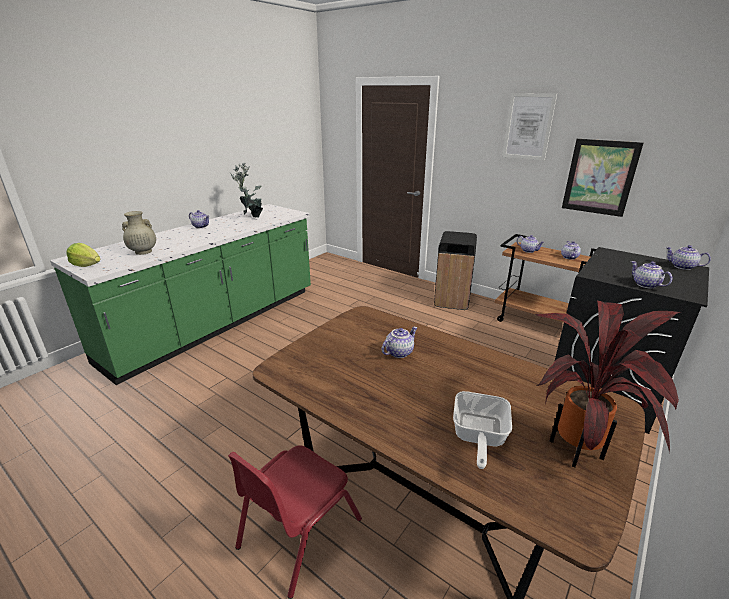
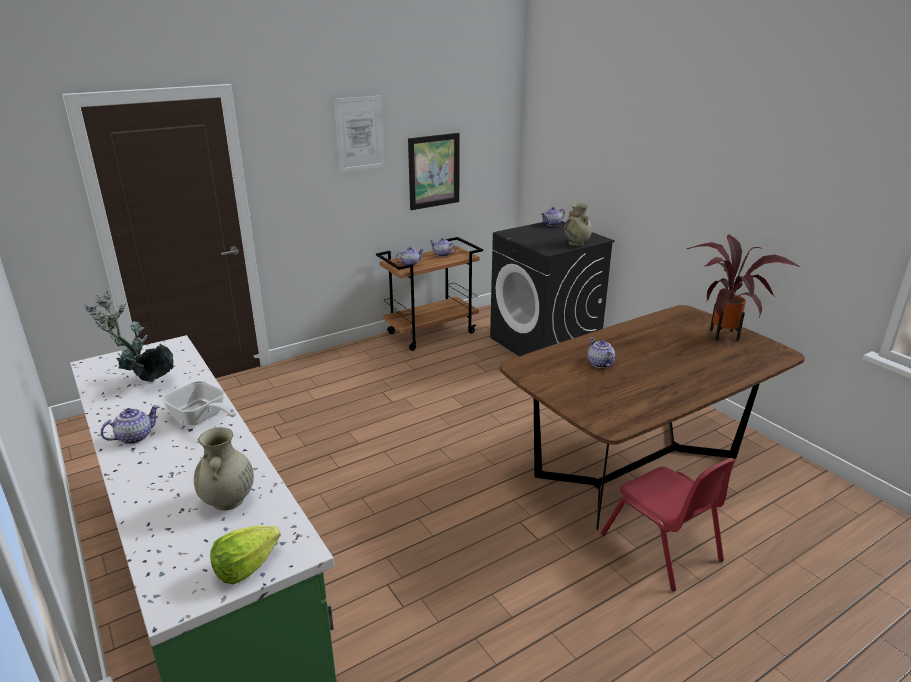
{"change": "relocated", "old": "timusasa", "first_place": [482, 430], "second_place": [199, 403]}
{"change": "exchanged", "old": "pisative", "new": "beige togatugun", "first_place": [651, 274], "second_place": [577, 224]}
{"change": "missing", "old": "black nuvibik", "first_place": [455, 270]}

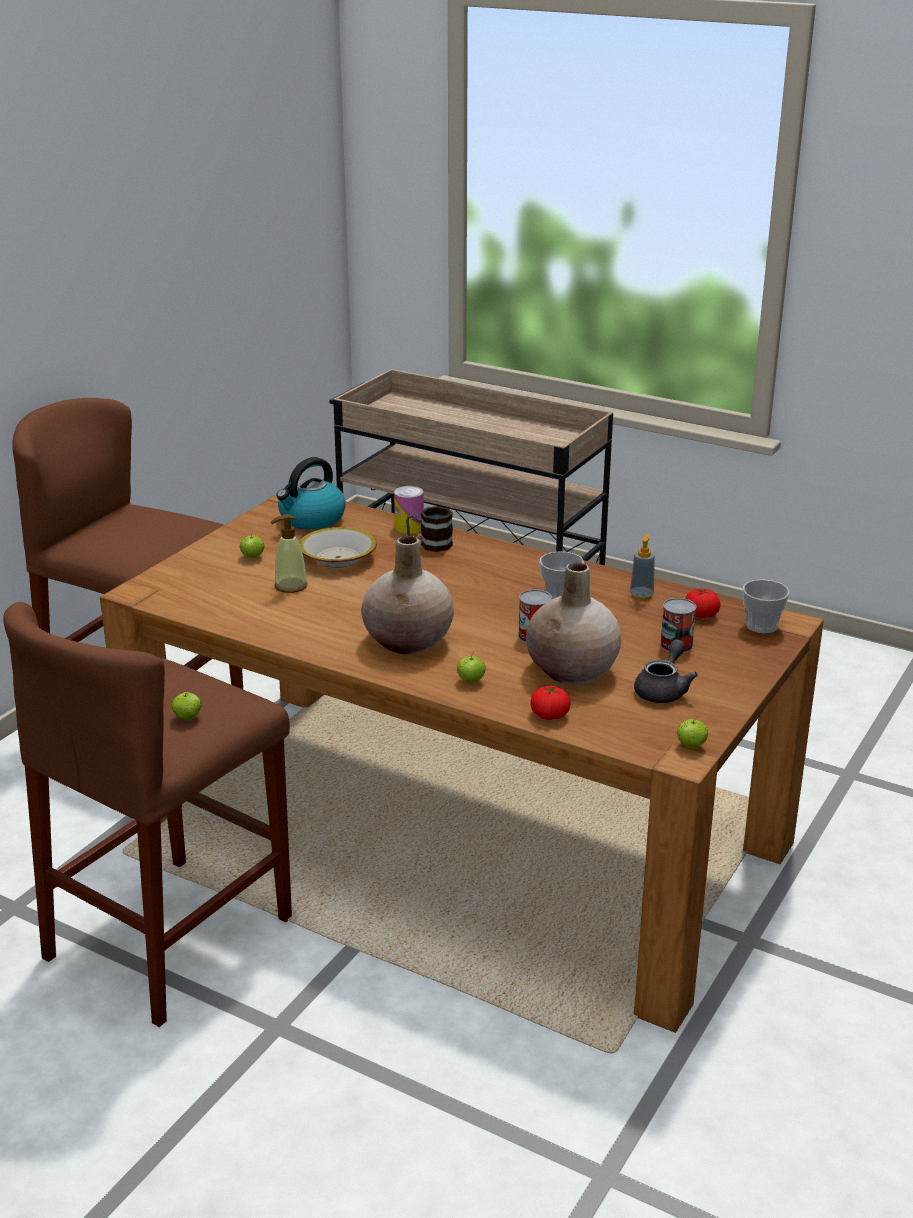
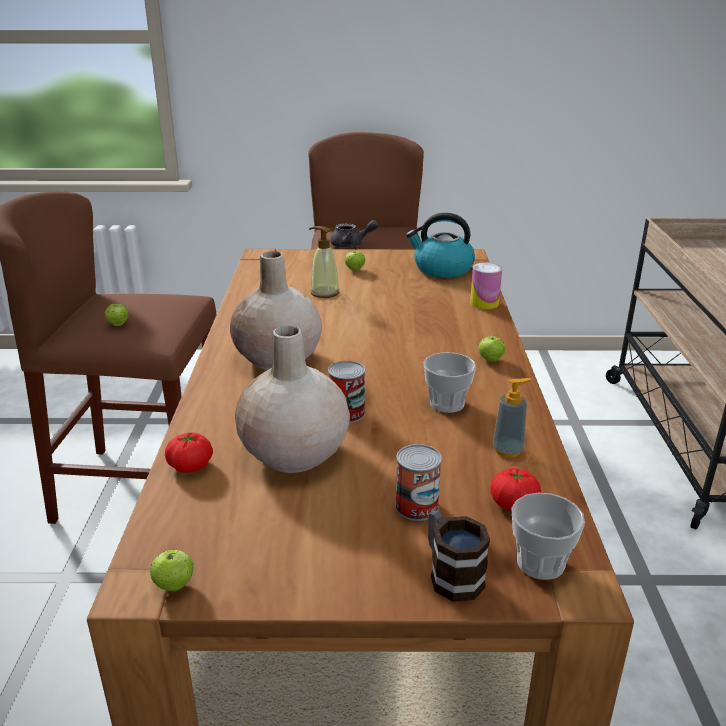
{"change": "relocated", "old": "grey pisative", "first_place": [666, 671], "second_place": [354, 234]}
{"change": "relocated", "old": "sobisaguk", "first_place": [429, 529], "second_place": [459, 556]}
{"change": "relocated", "old": "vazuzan", "first_place": [471, 668], "second_place": [491, 348]}
{"change": "missing", "old": "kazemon", "first_place": [338, 547]}

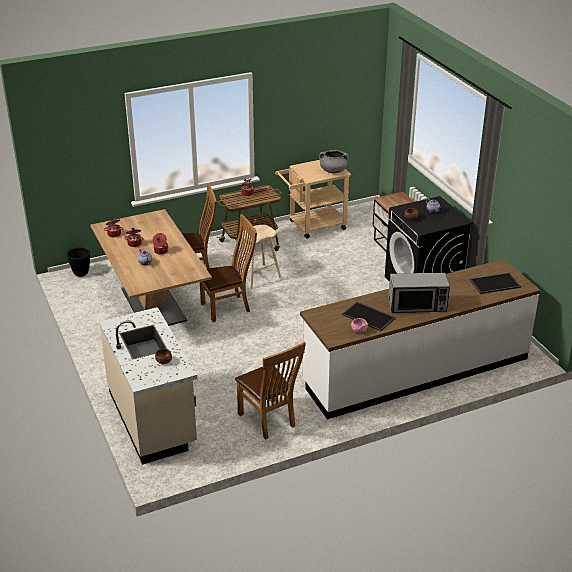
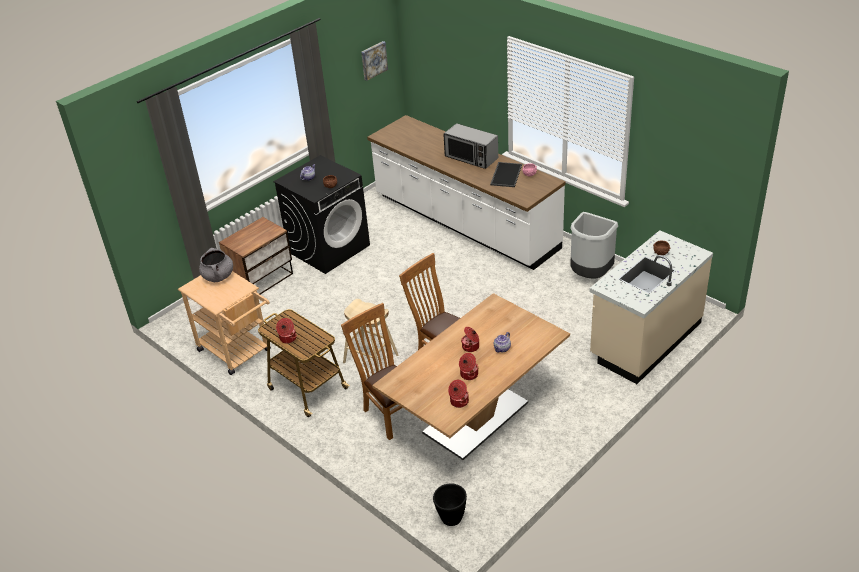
{"change": "appeared", "new": "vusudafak", "second_place": [374, 61]}
{"change": "spun", "old": "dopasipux", "first_place": [419, 293], "second_place": [470, 146], "degrees": 150}
{"change": "exchanged", "old": "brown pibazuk", "new": "grey nuvibik", "first_place": [270, 391], "second_place": [594, 245]}
{"change": "missing", "old": "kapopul", "first_place": [495, 283]}

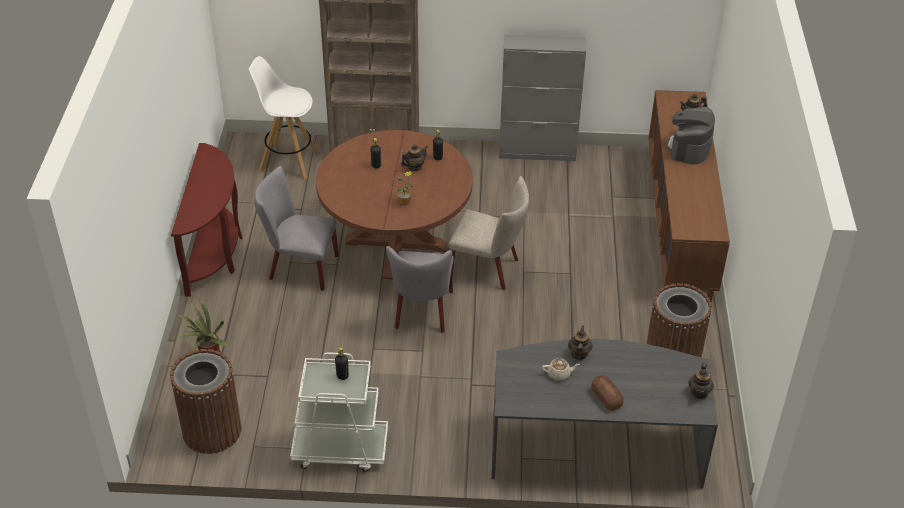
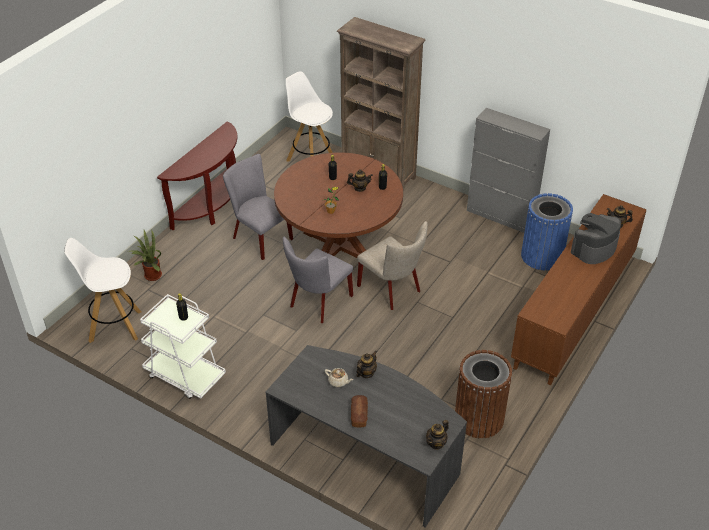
{"change": "exchanged", "old": "brown nuvibik", "new": "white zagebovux", "first_place": [205, 401], "second_place": [102, 290]}
{"change": "appeared", "new": "blue nuvibik", "second_place": [547, 231]}

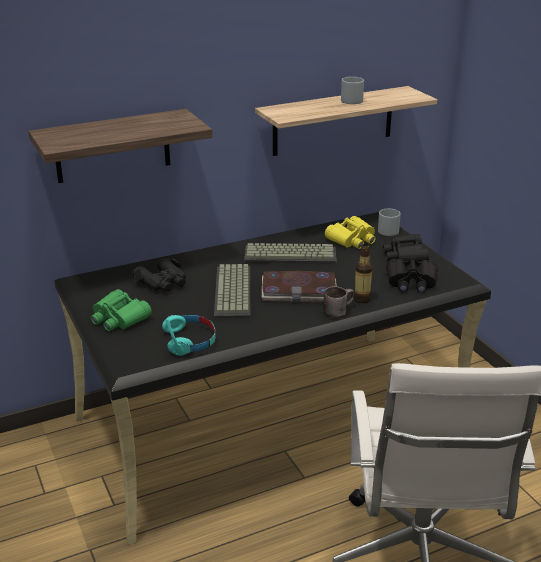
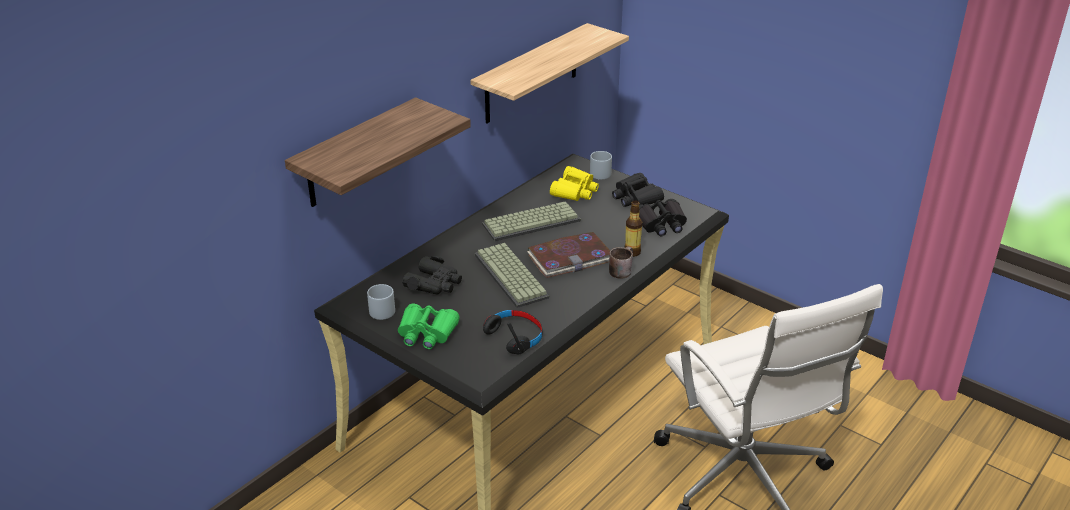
{"change": "relocated", "old": "grey sobisaguk", "first_place": [352, 90], "second_place": [381, 302]}
{"change": "colour", "old": "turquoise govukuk", "new": "black govukuk", "first_place": [189, 335], "second_place": [513, 332]}

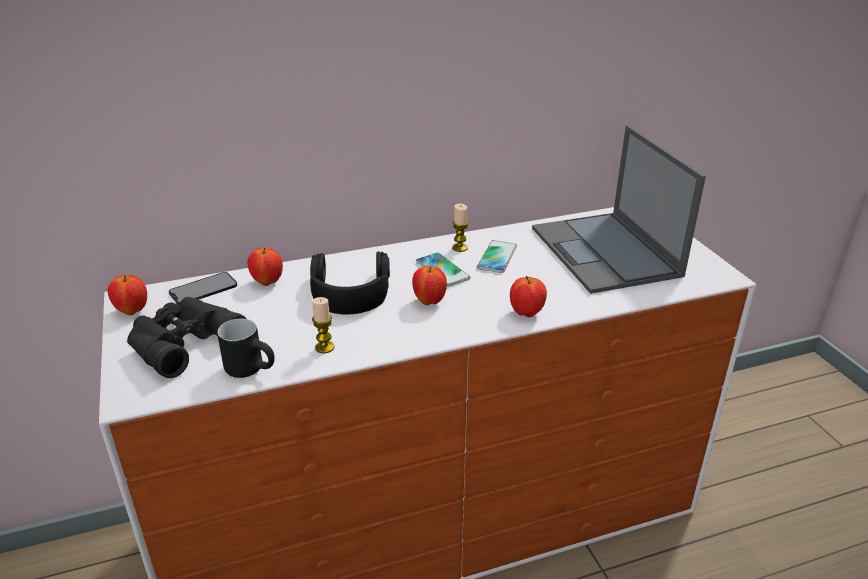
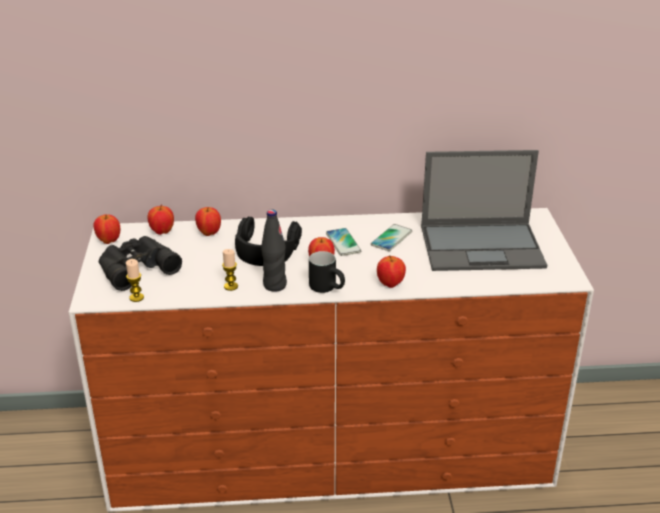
{"change": "relocated", "old": "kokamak", "first_place": [460, 227], "second_place": [135, 280]}
{"change": "exchanged", "old": "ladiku", "new": "vazuzan", "first_place": [203, 288], "second_place": [160, 220]}
{"change": "appeared", "new": "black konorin", "second_place": [274, 251]}
{"change": "relocated", "old": "black sobisaguk", "first_place": [246, 348], "second_place": [327, 272]}
{"change": "spun", "old": "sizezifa", "first_place": [619, 209], "second_place": [484, 210], "degrees": -90}

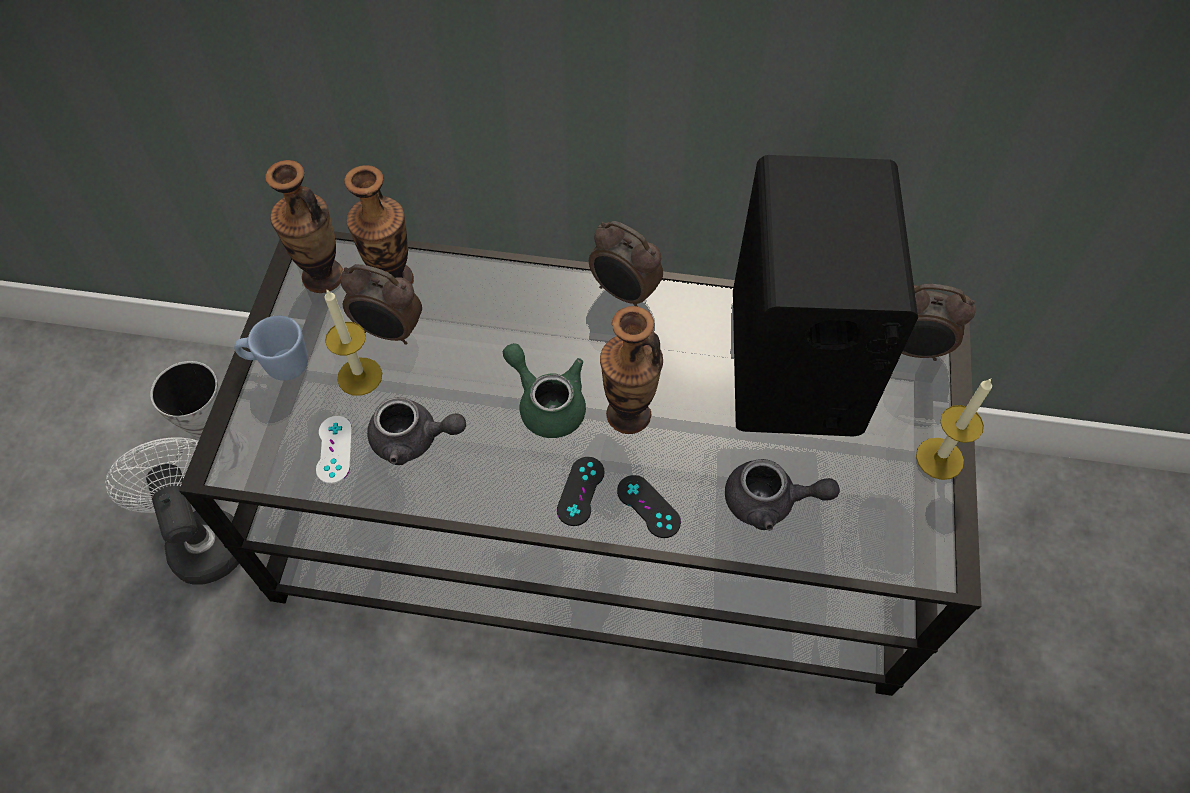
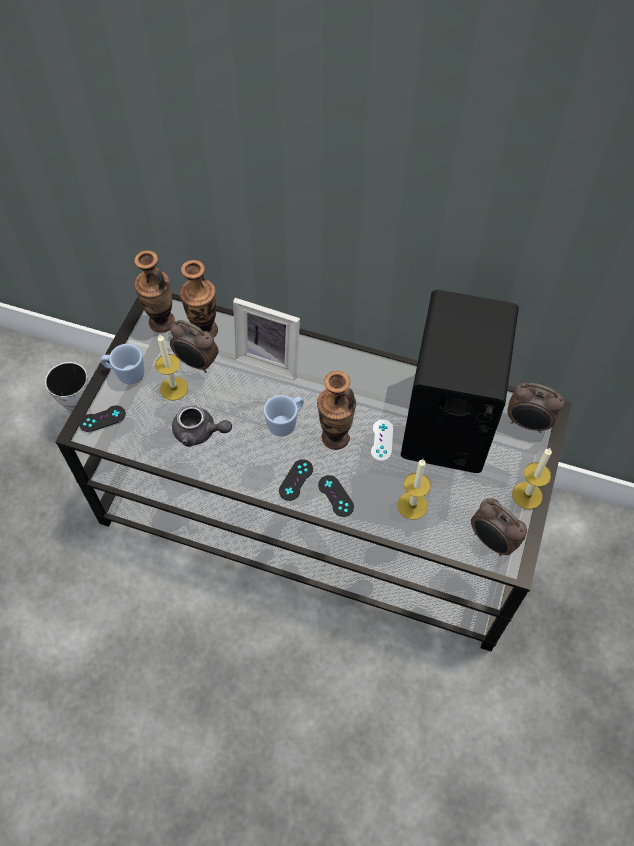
{"change": "appeared", "new": "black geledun", "second_place": [102, 418]}
{"change": "appeared", "new": "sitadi", "second_place": [266, 339]}
{"change": "exchanged", "old": "green pisative", "new": "blue sobisaguk", "first_place": [544, 390], "second_place": [284, 416]}
{"change": "relocated", "old": "white geledun", "first_place": [334, 450], "second_place": [382, 440]}
{"change": "exchanged", "old": "grey pisative", "new": "kokamak", "first_place": [782, 495], "second_place": [414, 489]}
{"change": "relocated", "old": "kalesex", "first_place": [626, 263], "second_place": [499, 527]}
{"change": "missing", "old": "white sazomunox", "first_place": [172, 511]}

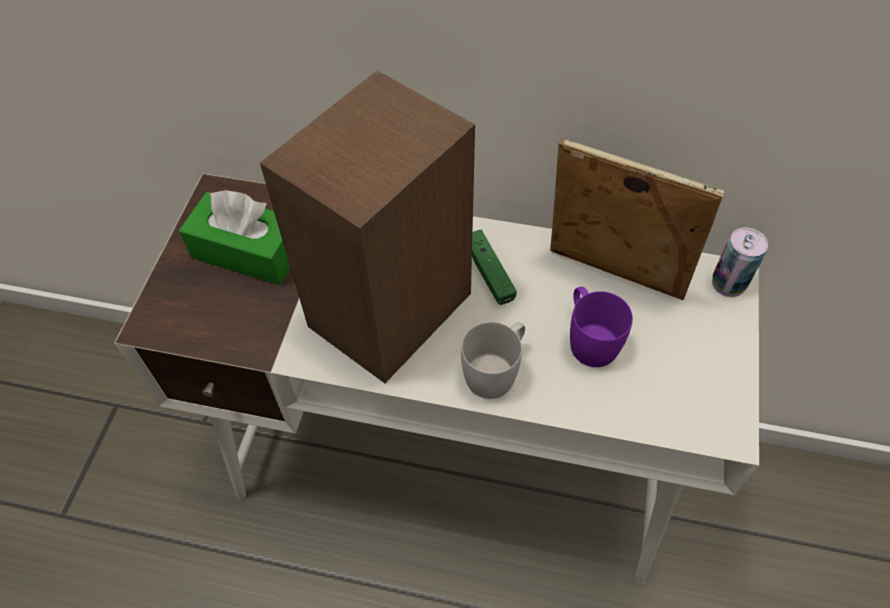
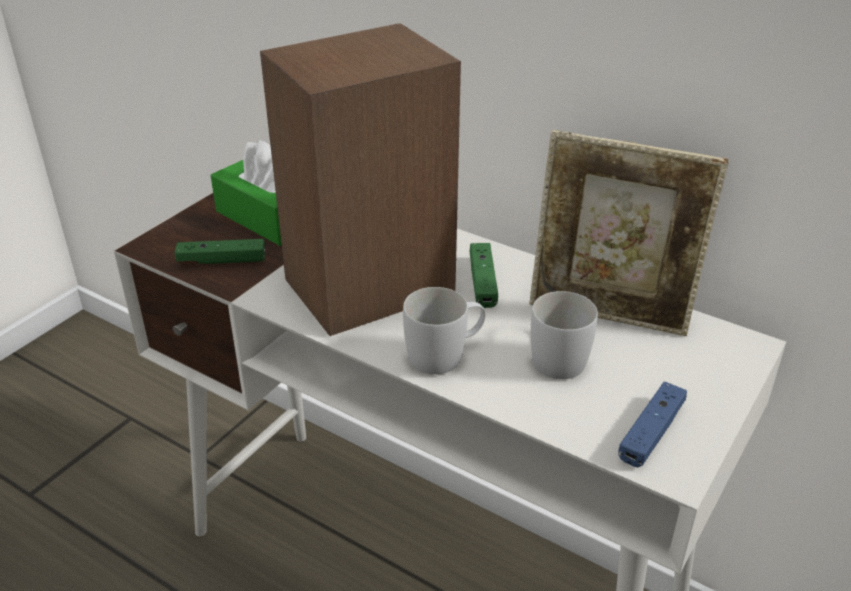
{"change": "appeared", "new": "green geledun", "second_place": [220, 251]}
{"change": "spun", "old": "sitadi", "first_place": [637, 219], "second_place": [629, 233], "degrees": 150}
{"change": "colour", "old": "purple sobisaguk", "new": "white sobisaguk", "first_place": [601, 327], "second_place": [564, 335]}
{"change": "appeared", "new": "blue geledun", "second_place": [652, 425]}
{"change": "missing", "old": "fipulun", "first_place": [740, 262]}

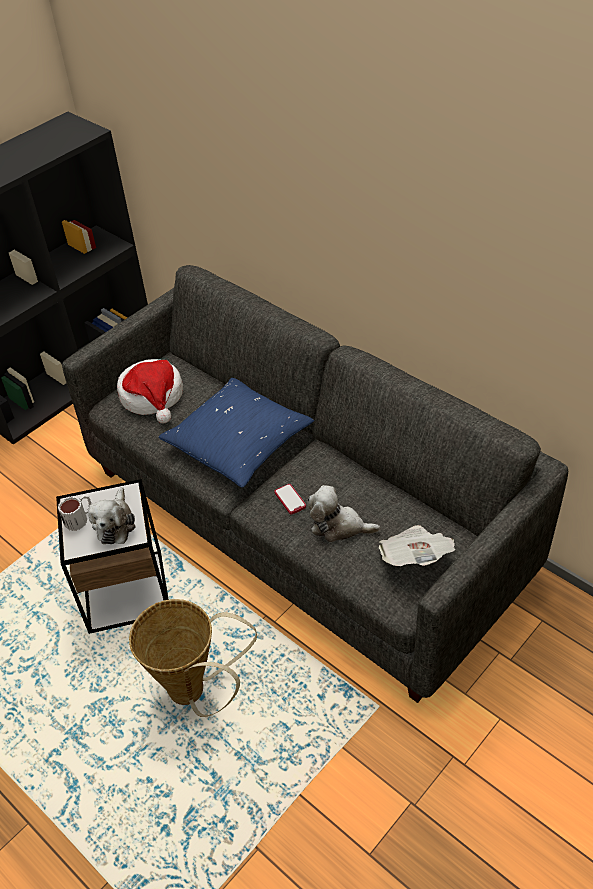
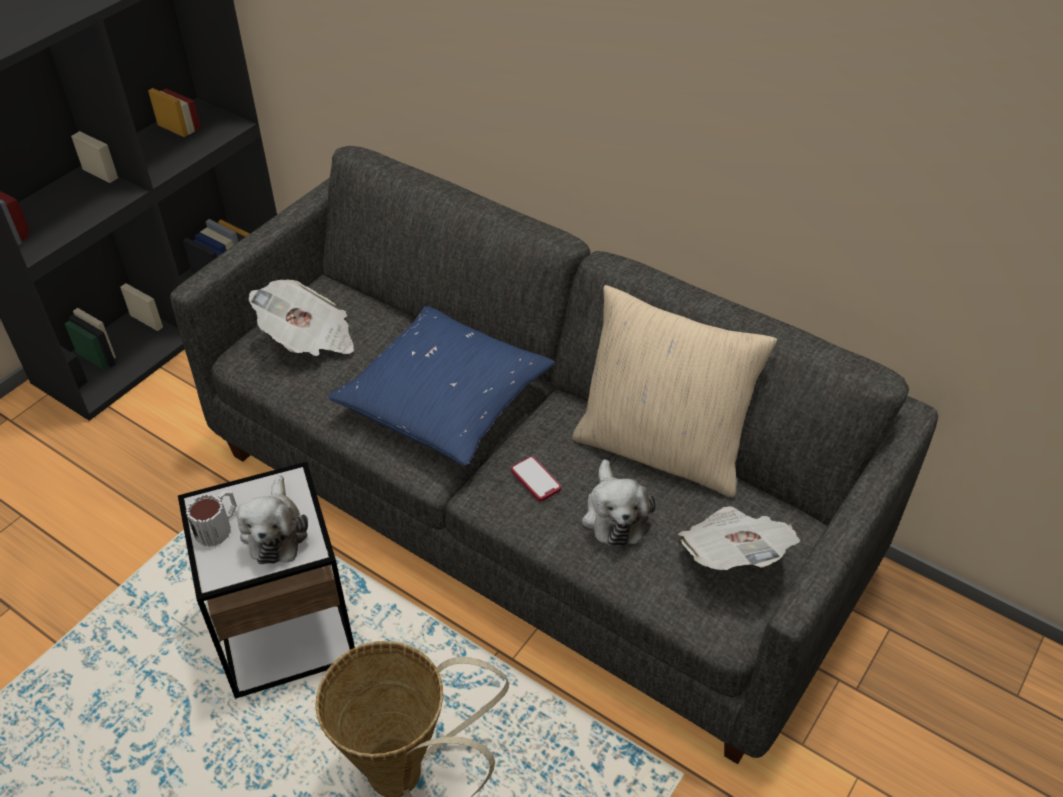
{"change": "exchanged", "old": "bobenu", "new": "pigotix", "first_place": [150, 391], "second_place": [301, 318]}
{"change": "appeared", "new": "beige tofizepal", "second_place": [674, 391]}
{"change": "spun", "old": "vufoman", "first_place": [343, 513], "second_place": [619, 503], "degrees": -105}

